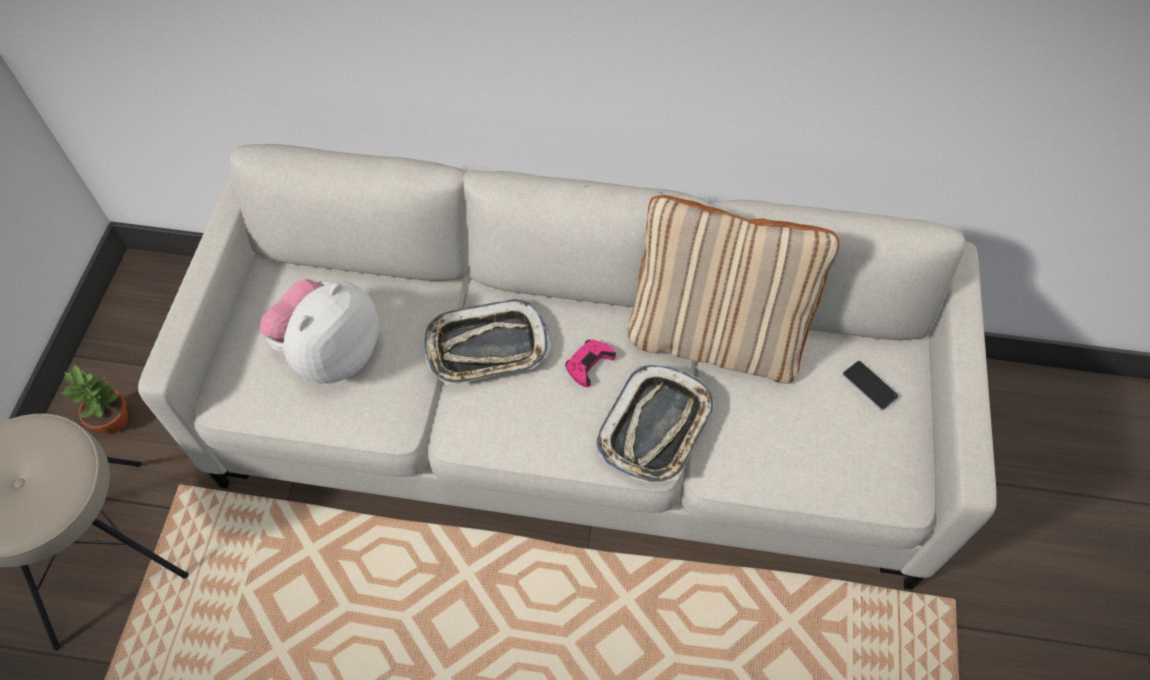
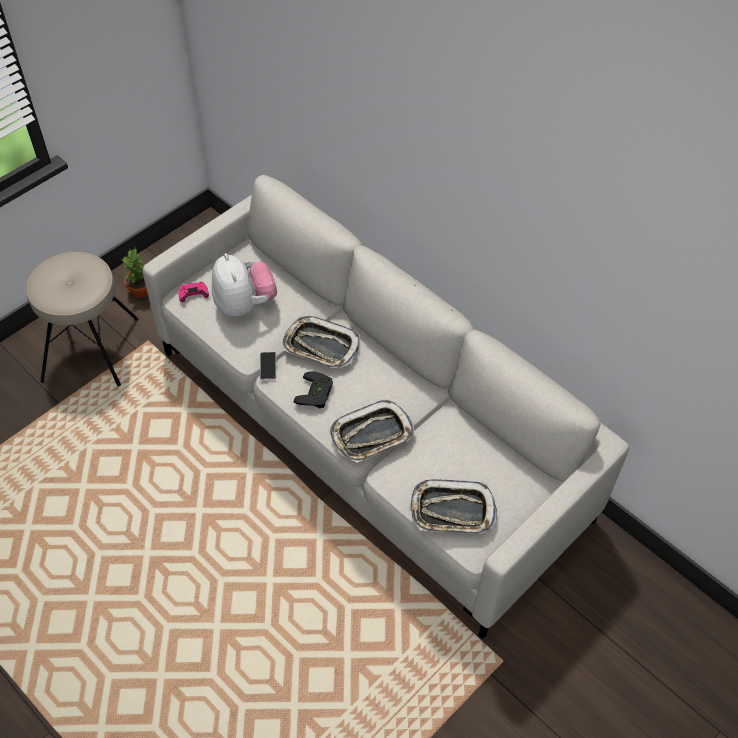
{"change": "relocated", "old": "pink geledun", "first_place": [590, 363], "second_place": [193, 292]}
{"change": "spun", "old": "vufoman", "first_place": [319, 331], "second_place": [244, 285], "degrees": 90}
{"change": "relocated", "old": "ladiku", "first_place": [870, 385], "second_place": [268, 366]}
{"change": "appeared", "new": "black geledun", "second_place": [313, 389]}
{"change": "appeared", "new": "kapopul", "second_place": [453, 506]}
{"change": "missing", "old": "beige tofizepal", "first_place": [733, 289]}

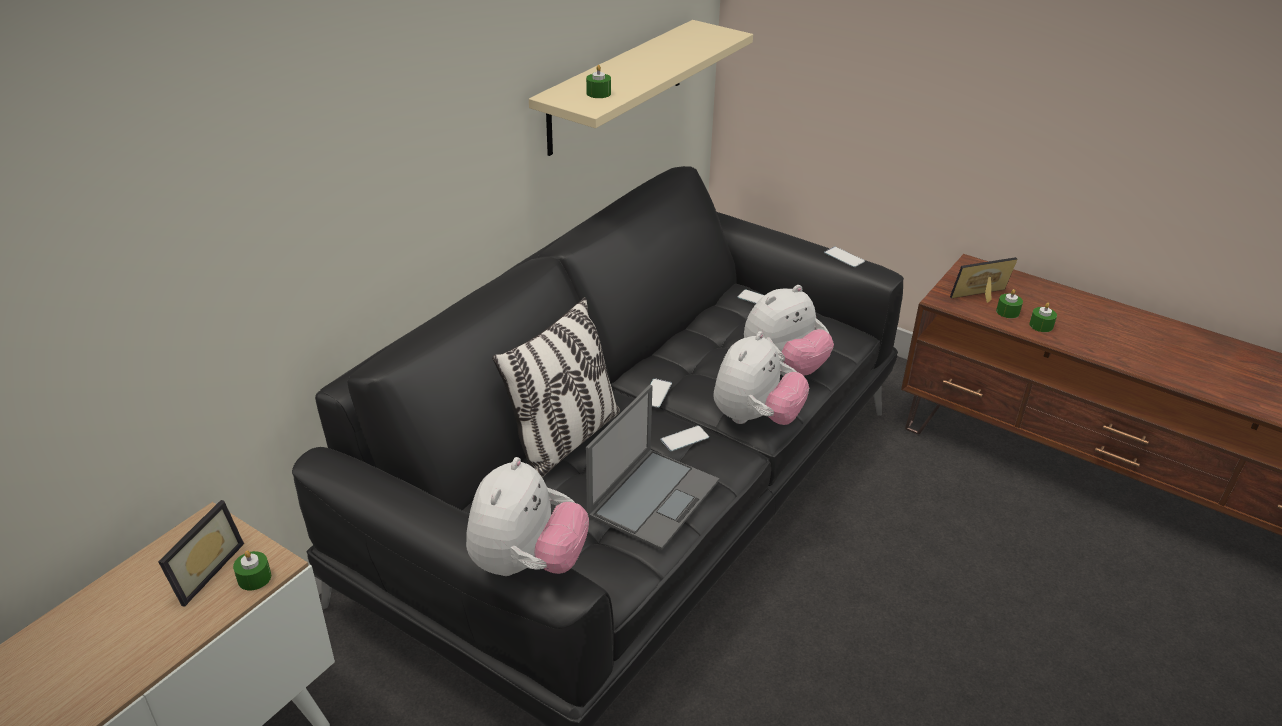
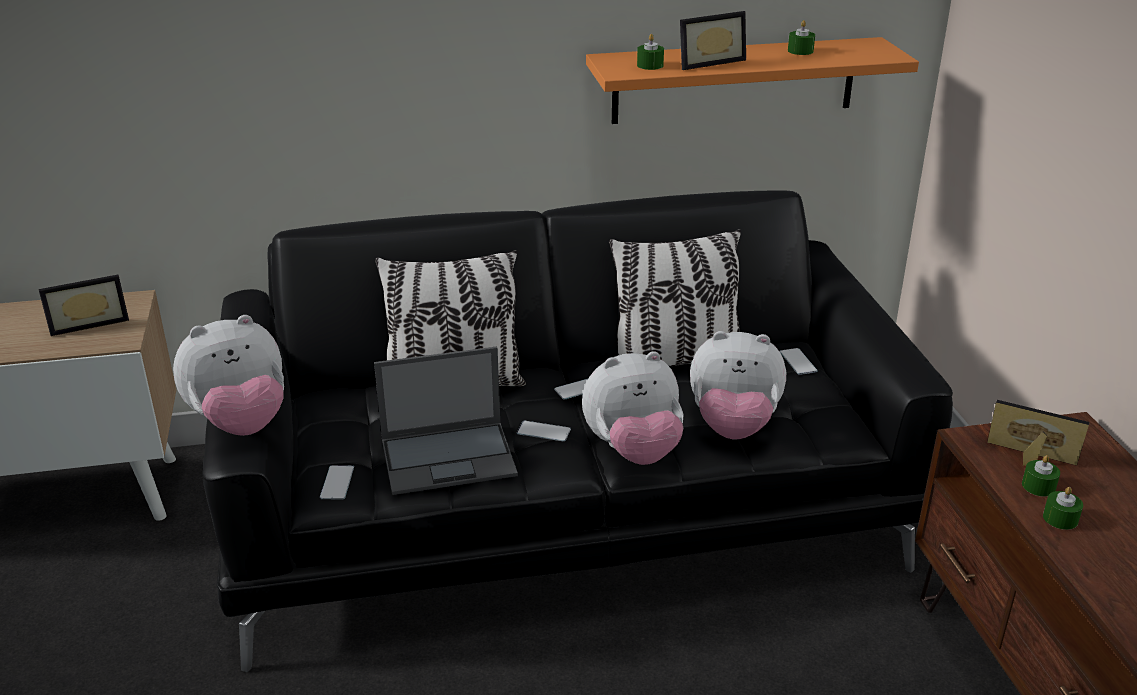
{"change": "relocated", "old": "ladiku", "first_place": [844, 256], "second_place": [337, 482]}
{"change": "colour", "old": "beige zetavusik", "new": "orange zetavusik", "first_place": [641, 88], "second_place": [752, 80]}
{"change": "appeared", "new": "tofizepal", "second_place": [675, 298]}
{"change": "appeared", "new": "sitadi", "second_place": [713, 40]}
{"change": "relocated", "old": "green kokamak", "first_place": [252, 570], "second_place": [801, 37]}

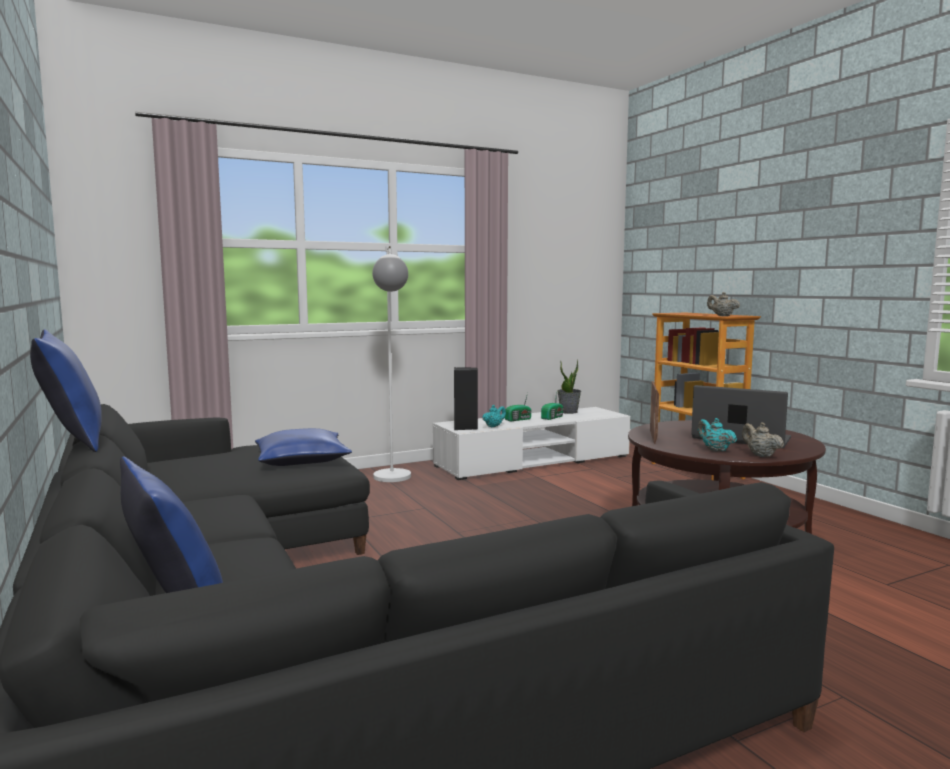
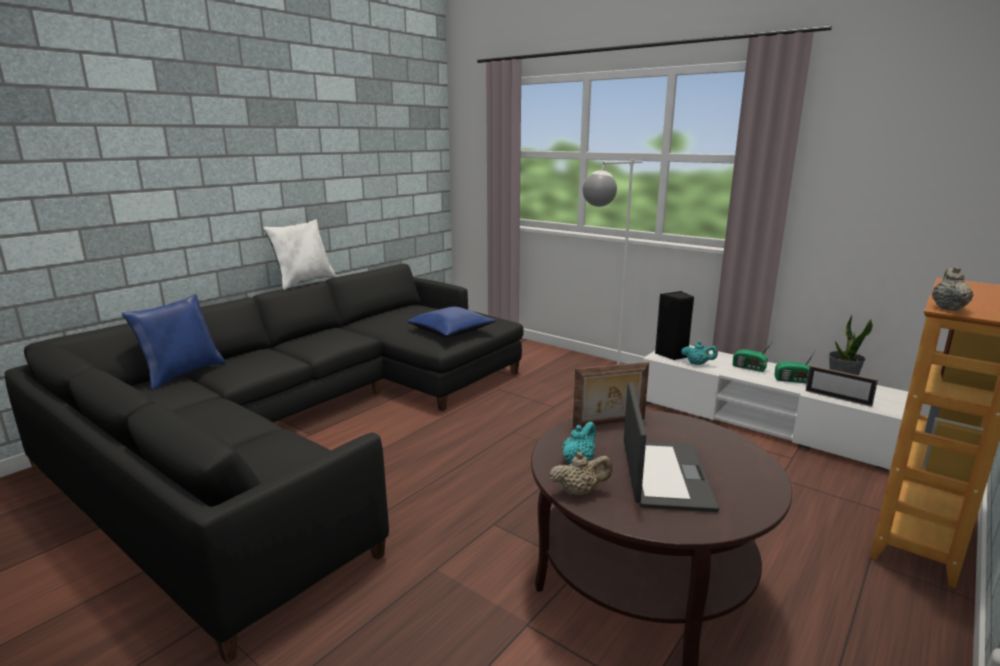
{"change": "colour", "old": "blue tofizepal", "new": "white tofizepal", "first_place": [66, 390], "second_place": [300, 254]}
{"change": "spun", "old": "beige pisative", "first_place": [763, 439], "second_place": [580, 473], "degrees": 45}
{"change": "appeared", "new": "sitadi", "second_place": [842, 386]}

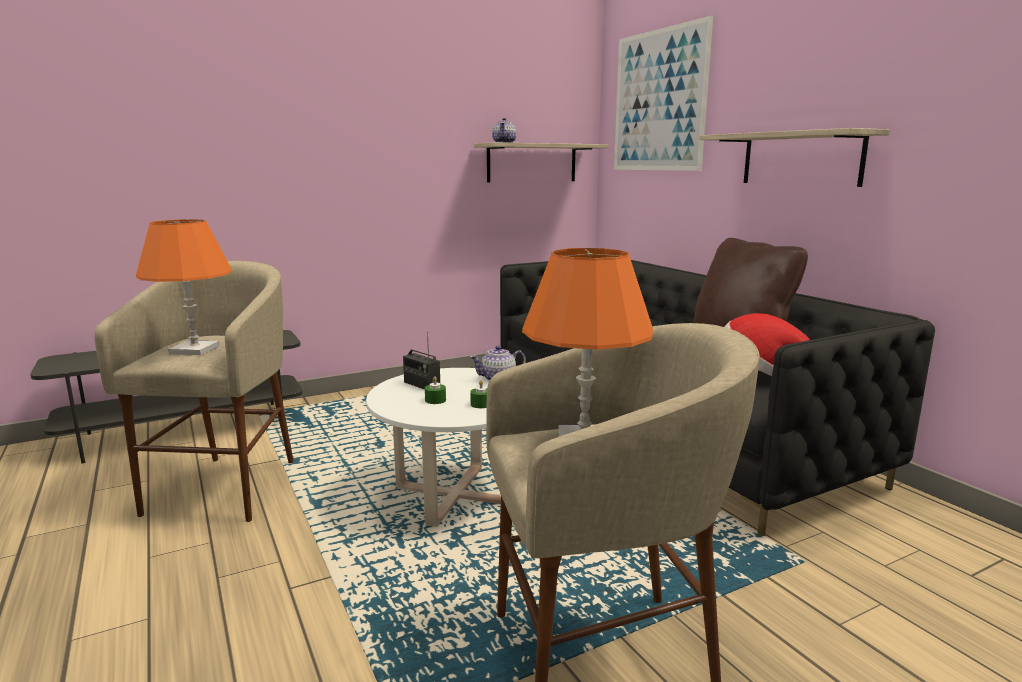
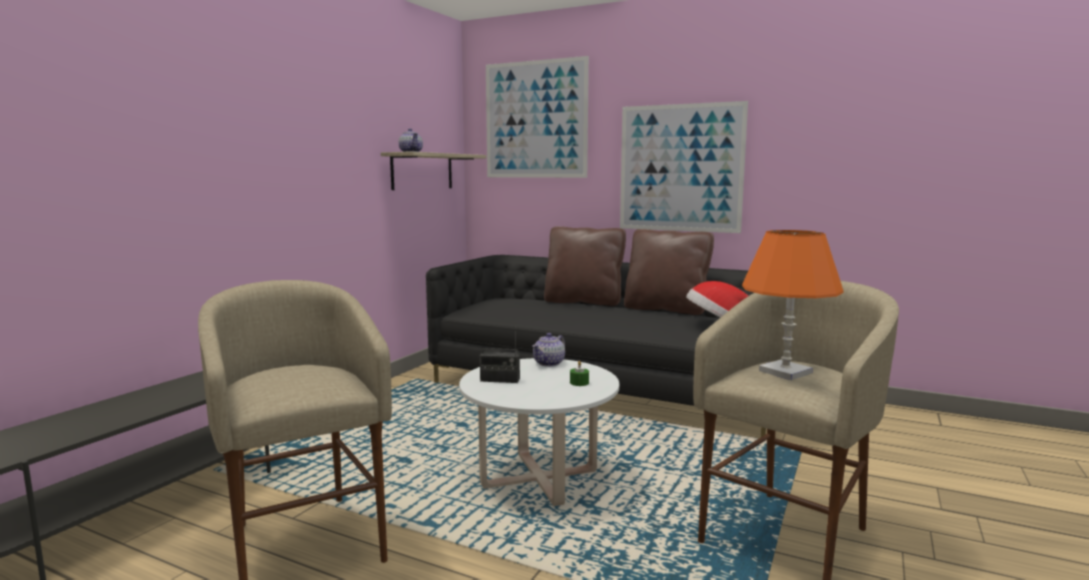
{"change": "appeared", "new": "brown tofizepal", "second_place": [585, 266]}
{"change": "exchanged", "old": "zetavusik", "new": "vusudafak", "first_place": [794, 157], "second_place": [684, 167]}
{"change": "missing", "old": "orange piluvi", "first_place": [184, 287]}
{"change": "missing", "old": "green kokamak", "first_place": [435, 390]}

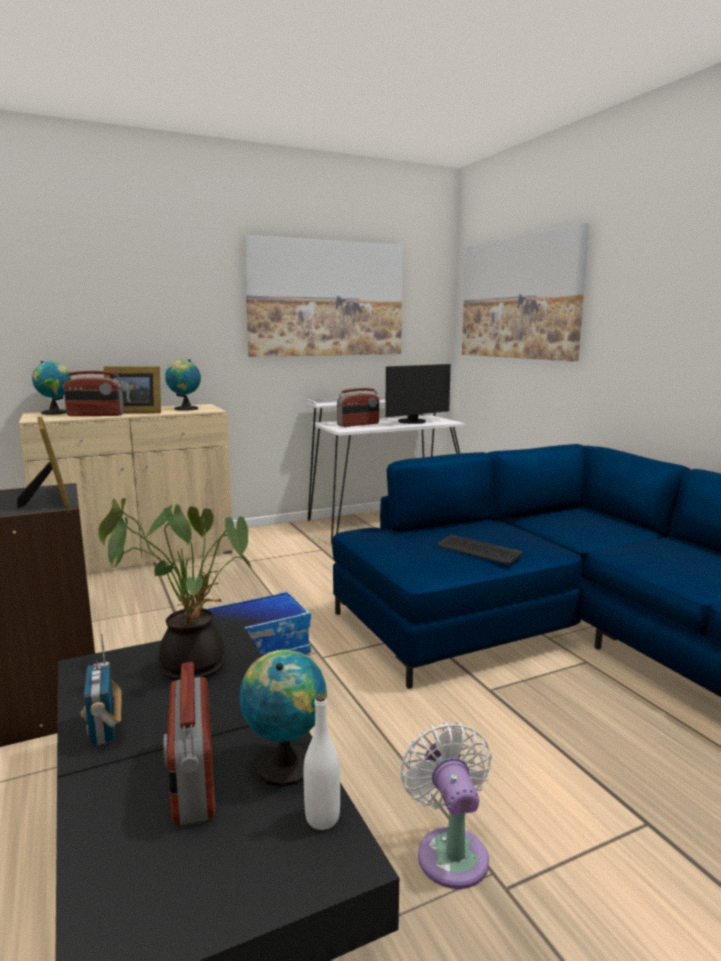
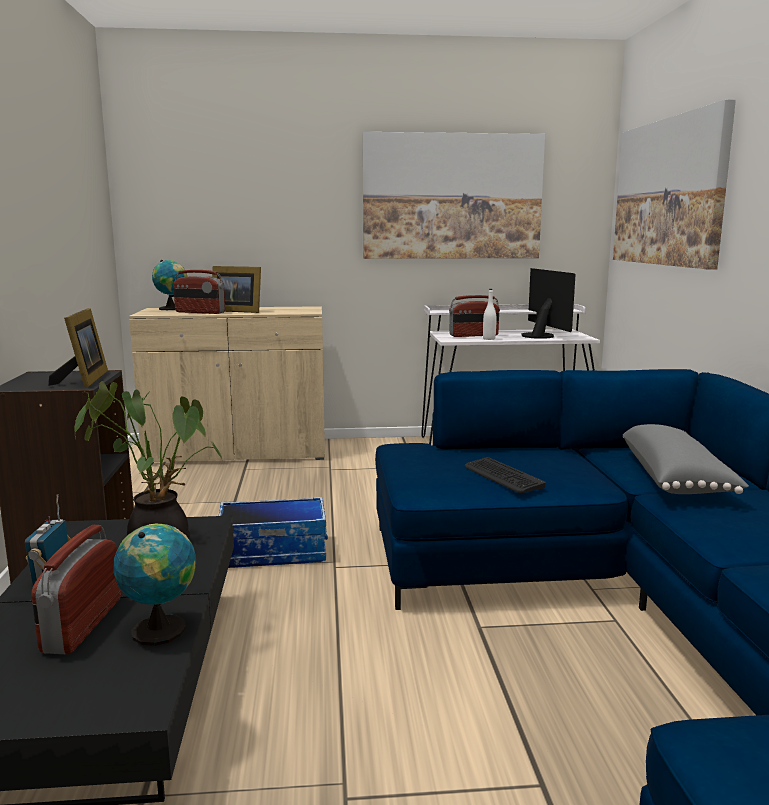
{"change": "relocated", "old": "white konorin", "first_place": [321, 762], "second_place": [490, 314]}
{"change": "spun", "old": "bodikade", "first_place": [418, 394], "second_place": [548, 303], "degrees": -90}
{"change": "appeared", "new": "grey tofizepal", "second_place": [686, 459]}
{"change": "missing", "old": "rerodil", "first_place": [183, 385]}
{"change": "missing", "old": "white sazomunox", "first_place": [446, 805]}

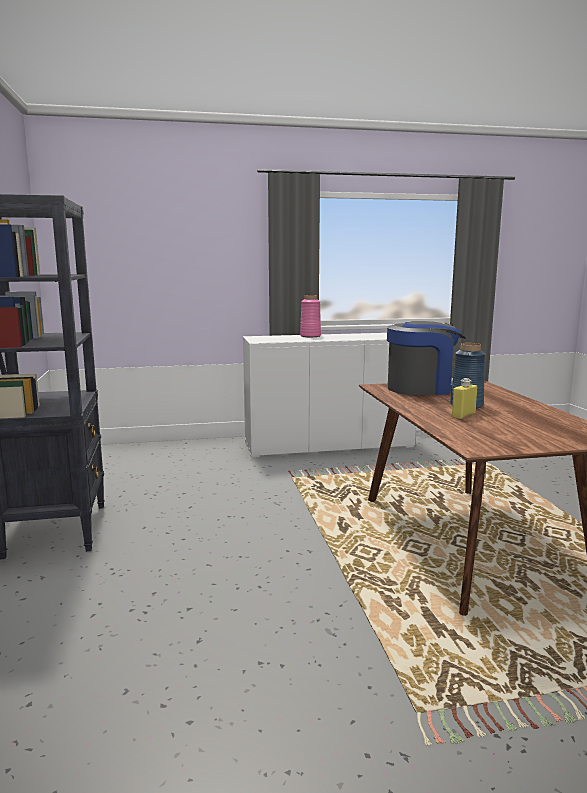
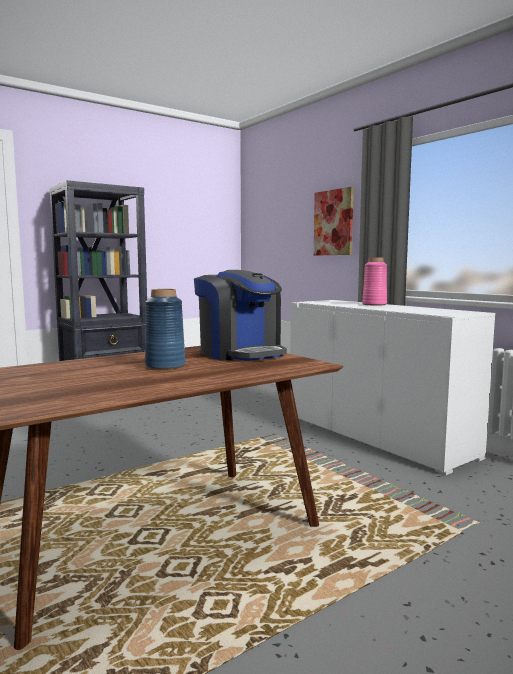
{"change": "appeared", "new": "vusudafak", "second_place": [334, 221]}
{"change": "missing", "old": "yellow konorin", "first_place": [464, 398]}

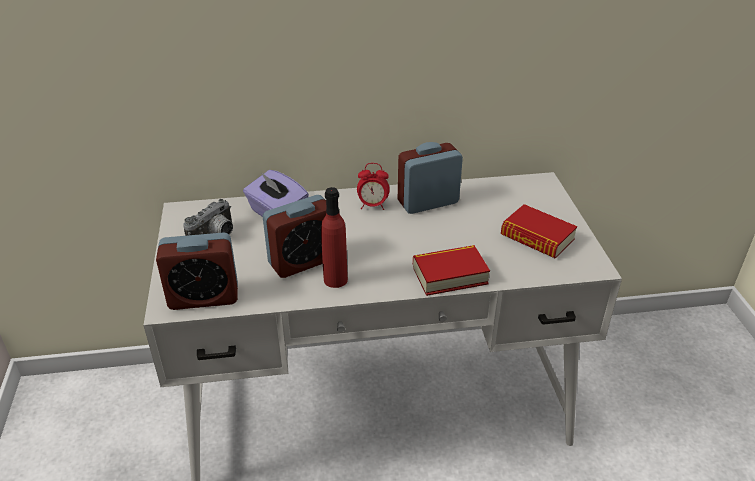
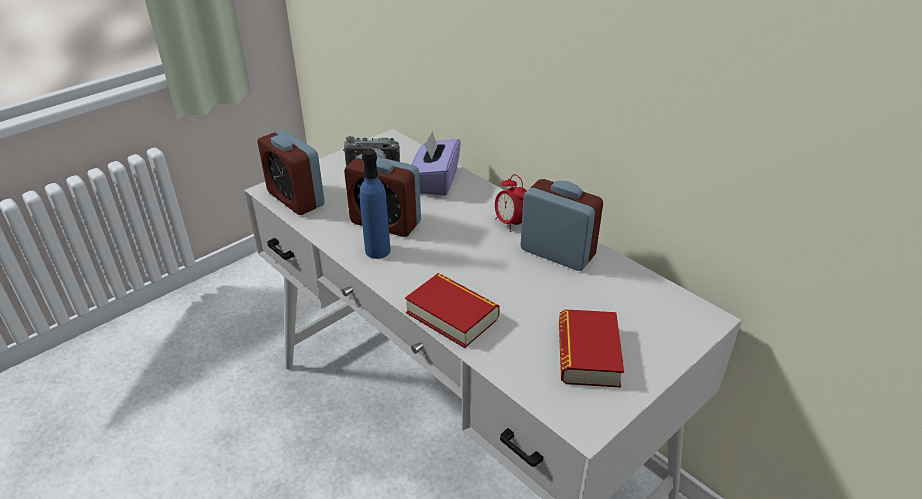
{"change": "colour", "old": "red konorin", "new": "blue konorin", "first_place": [334, 237], "second_place": [375, 204]}

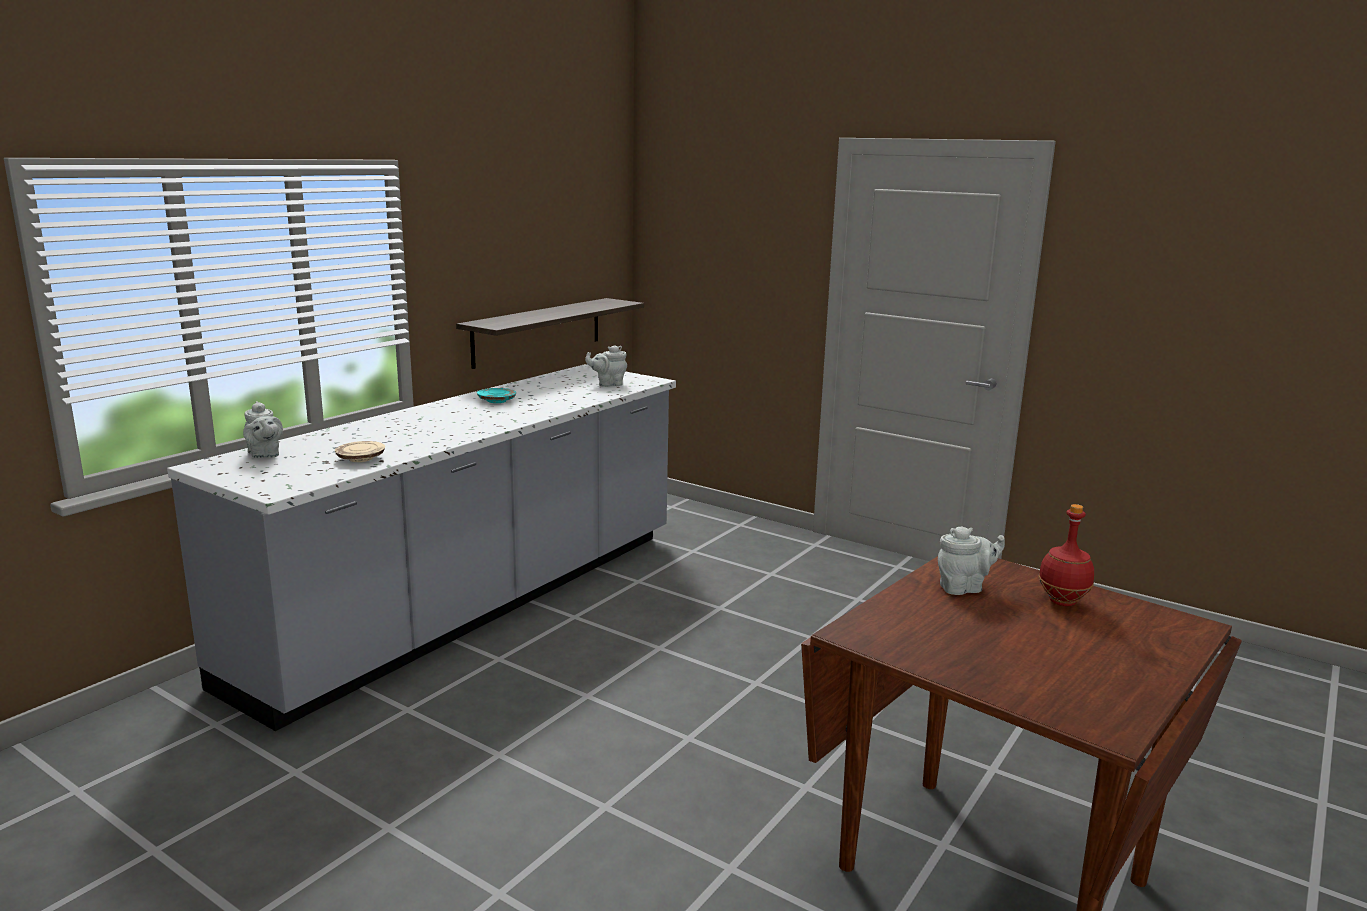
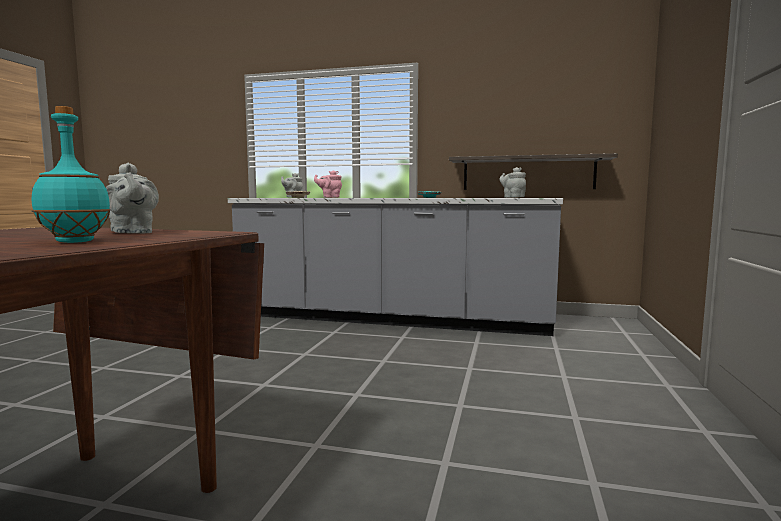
{"change": "colour", "old": "red konorin", "new": "turquoise konorin", "first_place": [1066, 555], "second_place": [71, 174]}
{"change": "appeared", "new": "pink pisative", "second_place": [328, 184]}

